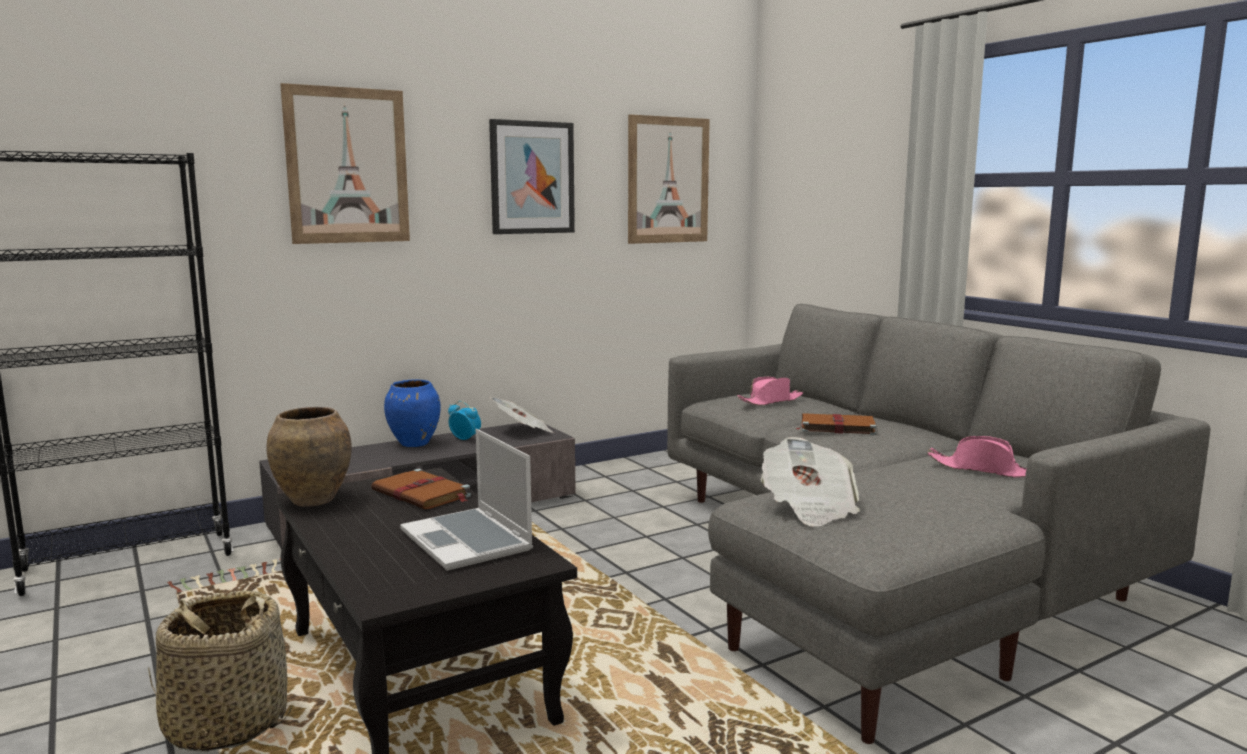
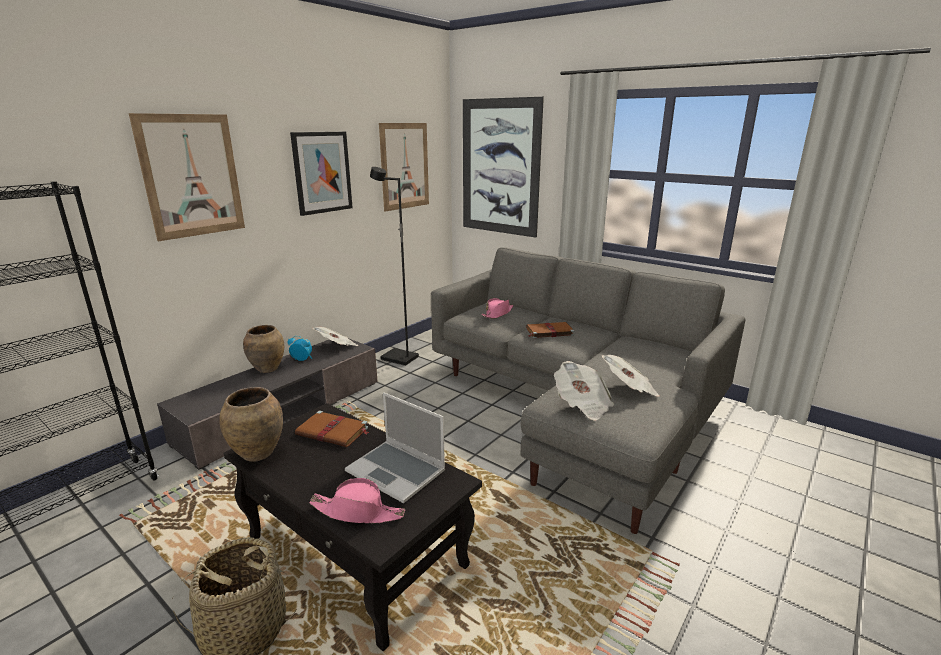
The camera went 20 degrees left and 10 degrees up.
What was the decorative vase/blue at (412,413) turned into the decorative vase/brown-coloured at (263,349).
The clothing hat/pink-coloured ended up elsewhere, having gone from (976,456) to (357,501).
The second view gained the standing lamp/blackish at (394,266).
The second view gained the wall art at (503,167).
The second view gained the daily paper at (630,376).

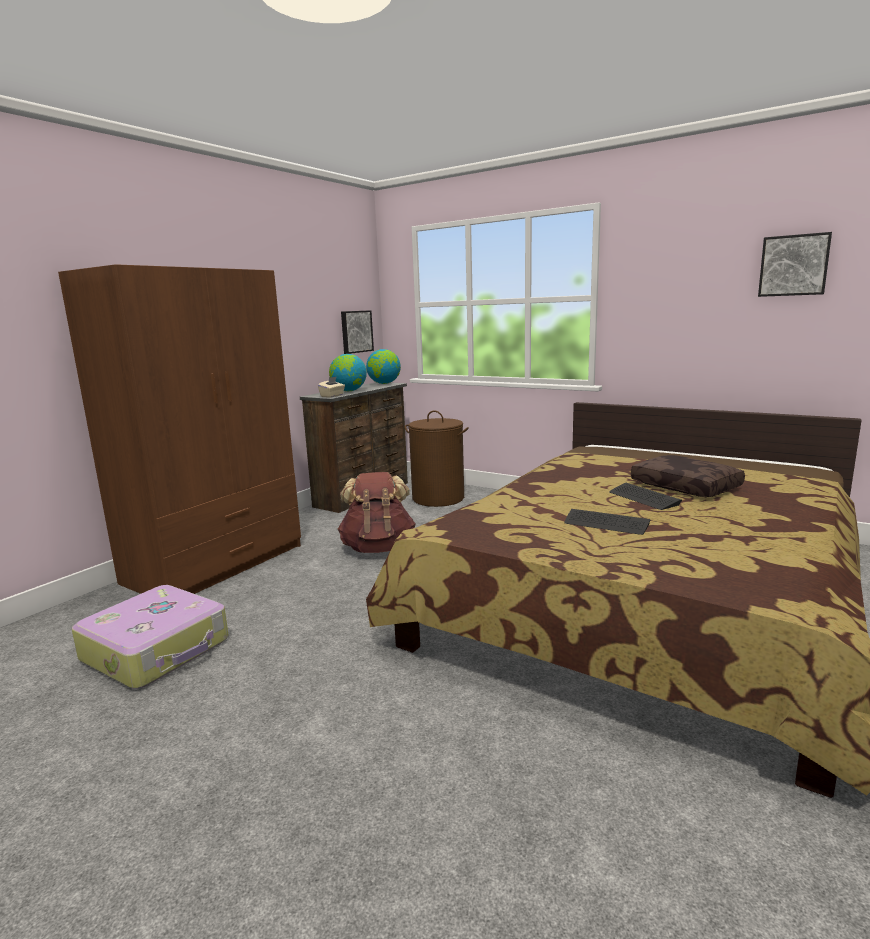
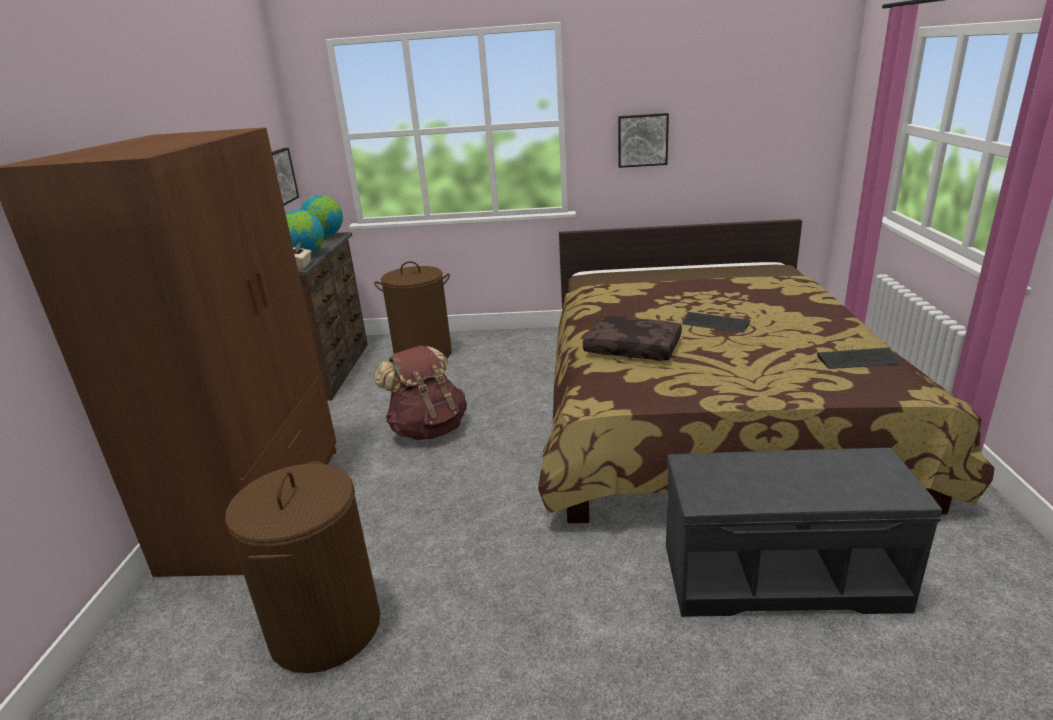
The camera went 30 degrees left and 10 degrees up.
Where the suitcase stood at (150,637), the washing basket/brown-coloured came to stand at (302,567).
The computer keyboard ended up elsewhere, having gone from (607,522) to (859,358).
The cushion/brown-coloured ended up elsewhere, having gone from (688,476) to (632,338).
The wall art ended up elsewhere, having gone from (795,264) to (643,140).
The second view gained the long seat/grey at (804,532).

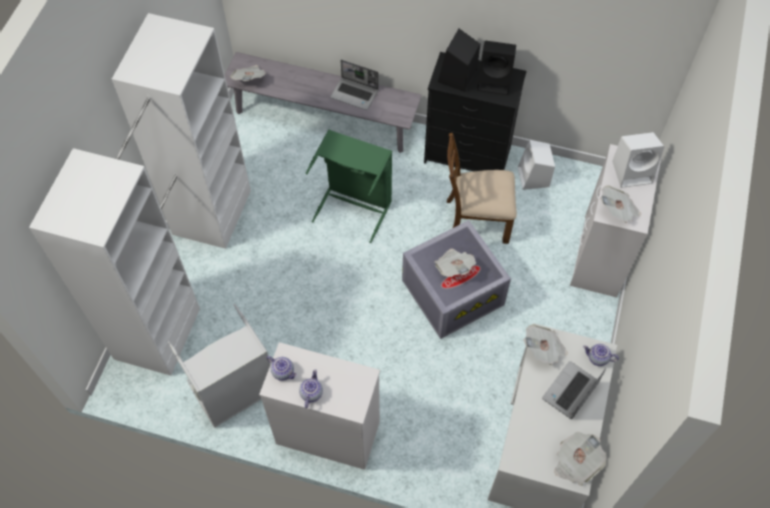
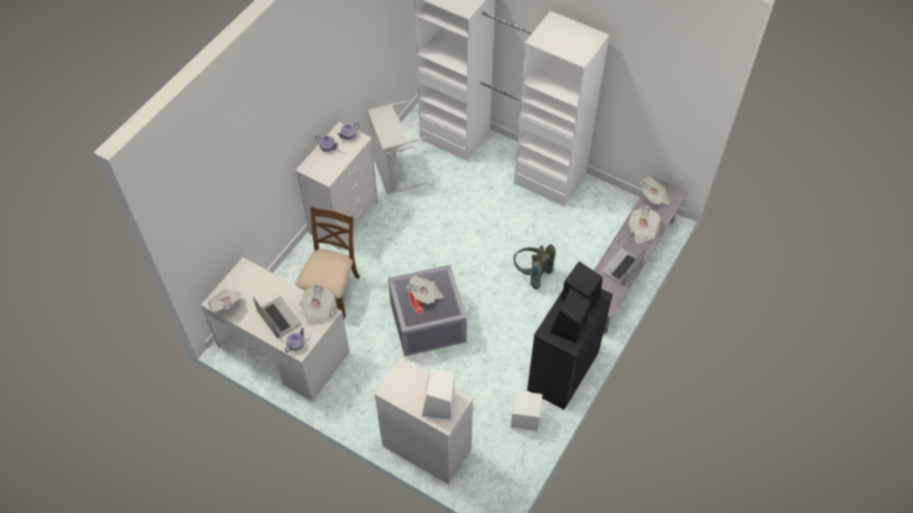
The camera went 105 degrees right and 5 degrees down.
Where the washing basket/green-coloured stood at (348,186), the knapsack/grey came to stand at (535,266).
The chair/brown-coloured ended up elsewhere, having gone from (482,188) to (327,263).
The daily paper ended up elsewhere, having gone from (620,204) to (644,224).

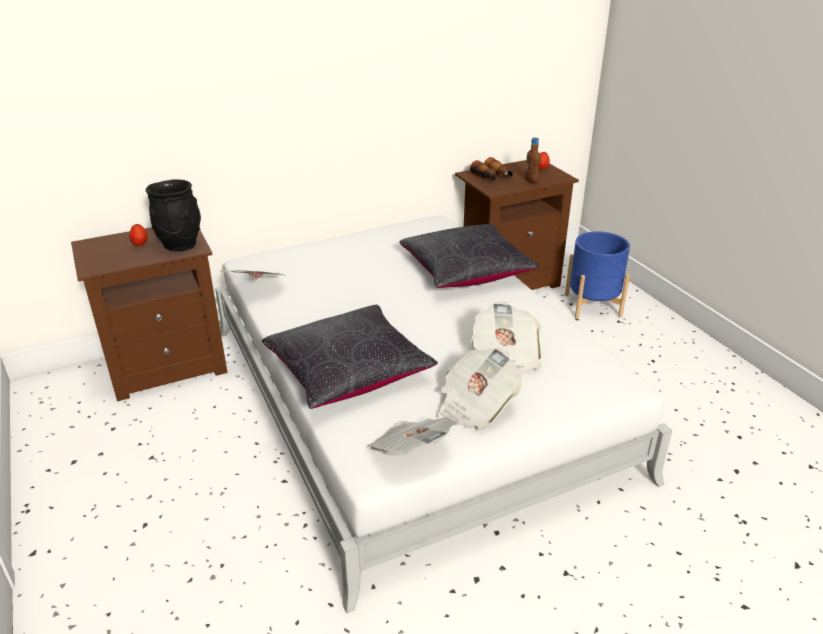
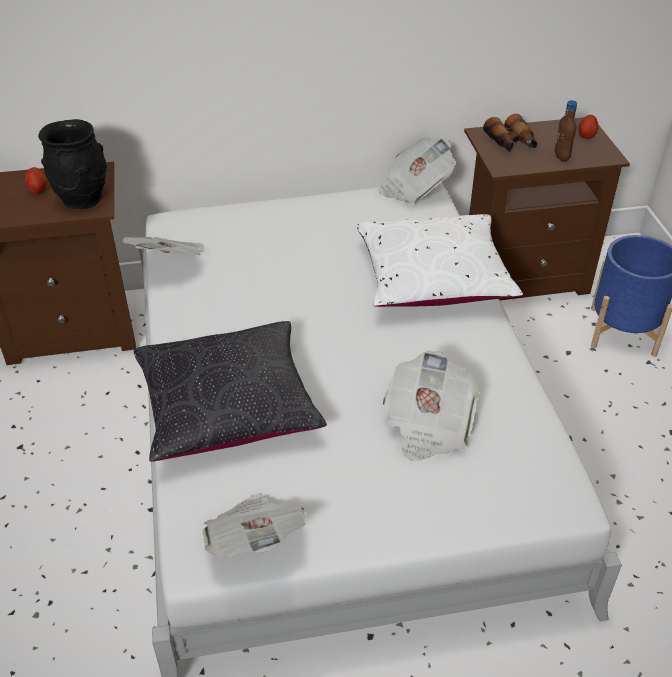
The camera went 15 degrees right and 10 degrees up.
What was the cushion/blackish at (469,256) turned into the cushion/white-coloured at (440,260).
The daily paper ended up elsewhere, having gone from (479,389) to (416,171).

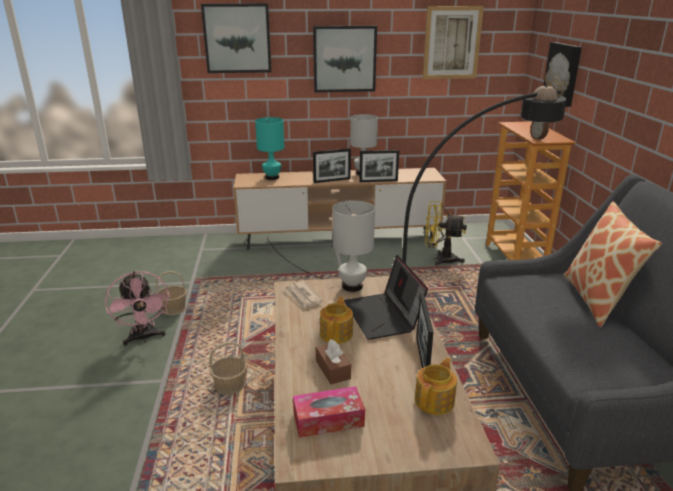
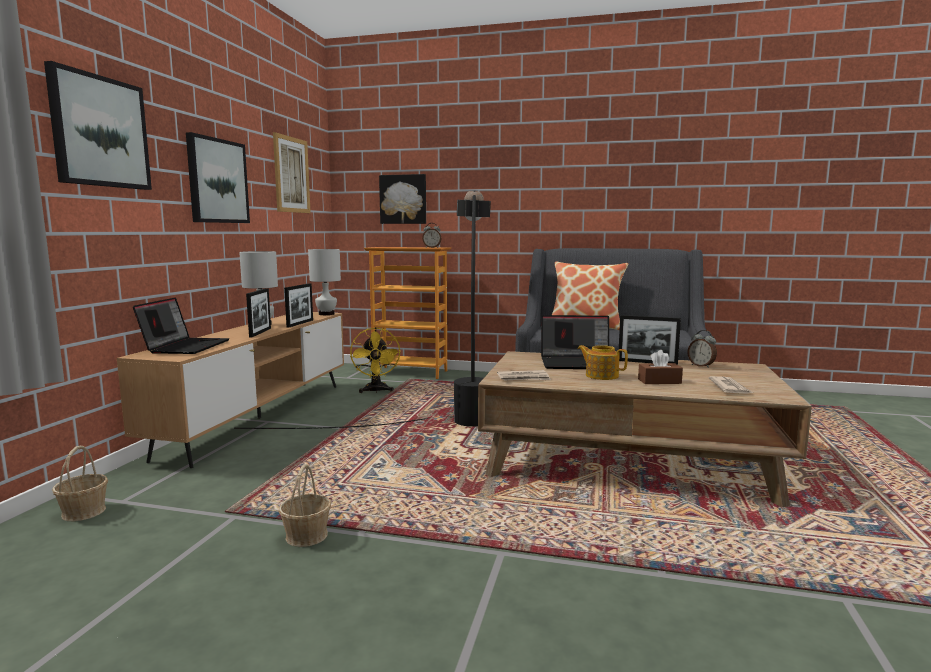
The camera went 70 degrees left and 15 degrees down.
The second view lost the cooling fan/pink-coloured at (137,308).
The basket ended up elsewhere, having gone from (228,368) to (80,483).
Where the tabletop lamp/turquoise stood at (270,148), the notebook computer came to stand at (181,326).
Where the box of tissues stood at (329,412), the daily paper came to stand at (730,385).
The tabletop lamp/white-coloured ended up elsewhere, having gone from (354,246) to (324,282).
Where the tea pot stood at (436,386), the table clock came to stand at (702,349).
The cooling fan/yellow at (446,233) ended up facing another way, 45 degrees counterclockwise from before.

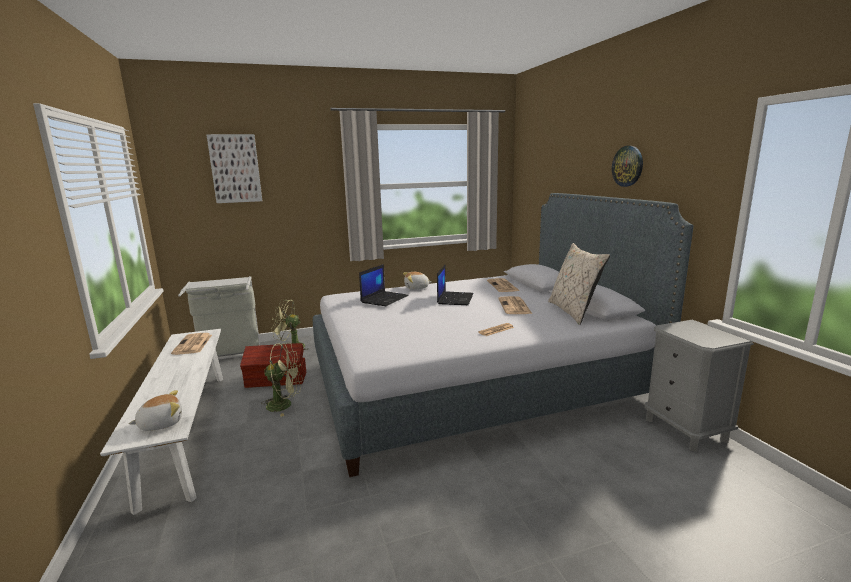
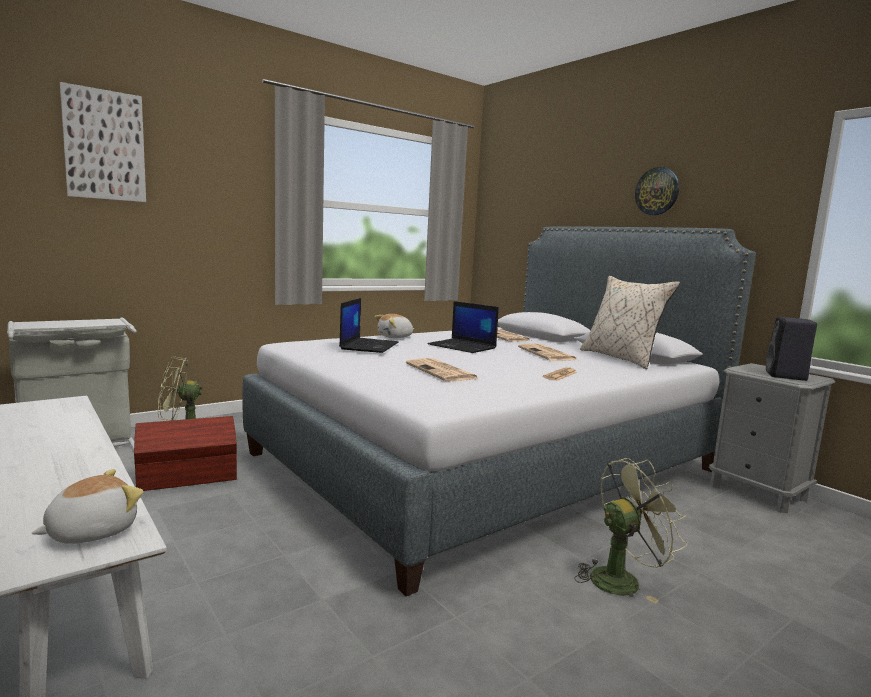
The camera went 20 degrees left and 5 degrees down.
The daily paper ended up elsewhere, having gone from (191,344) to (442,370).
The cooling fan/green-coloured ended up elsewhere, having gone from (282,380) to (630,531).
The notebook computer at (455,285) ended up facing another way, 135 degrees clockwise from before.
The second view gained the loudspeaker/blackish at (791,349).

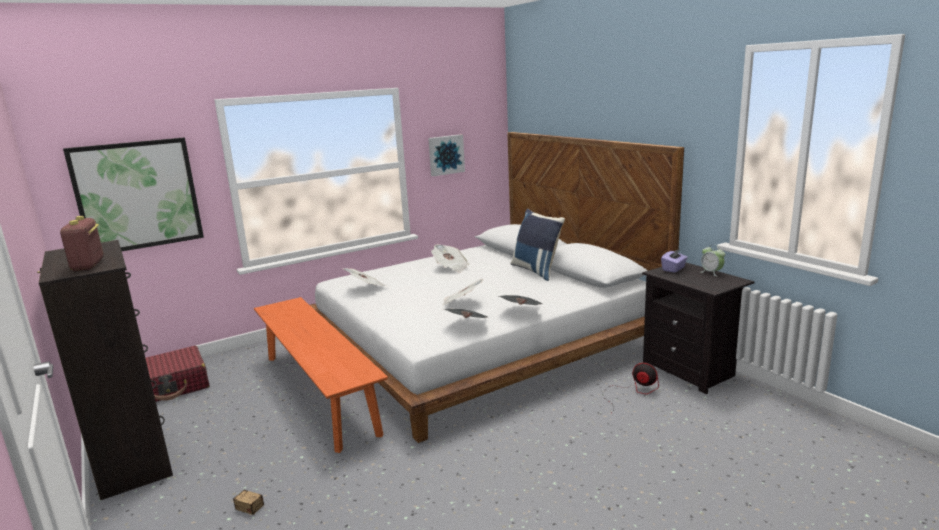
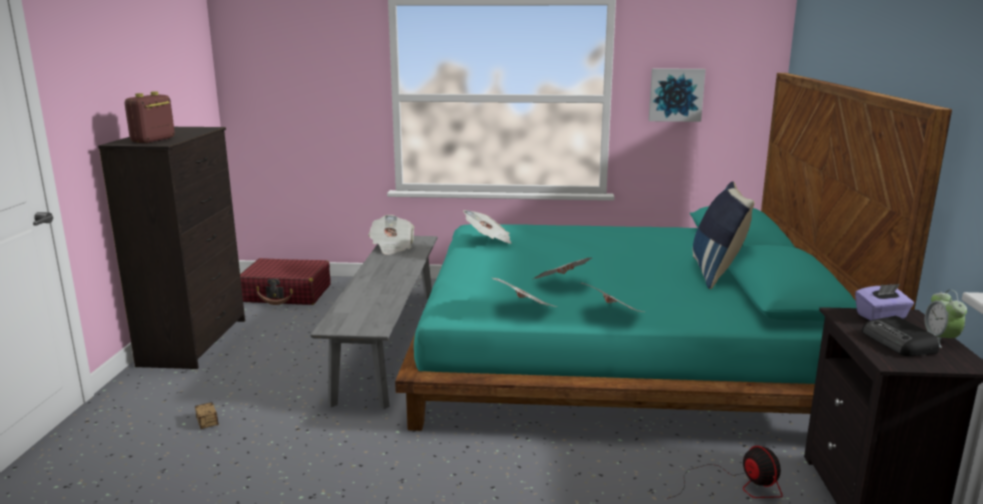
The camera went 35 degrees right and 0 degrees up.
The second view lost the wall art at (133,194).
What was the long seat/orangey at (321,375) turned into the long seat/grey at (374,322).
What was the sleeping bed/white-coloured at (497,287) turned into the sleeping bed/turquoise at (673,252).
The daily paper ended up elsewhere, having gone from (450,258) to (391,235).
The second view gained the radio receiver at (900,336).

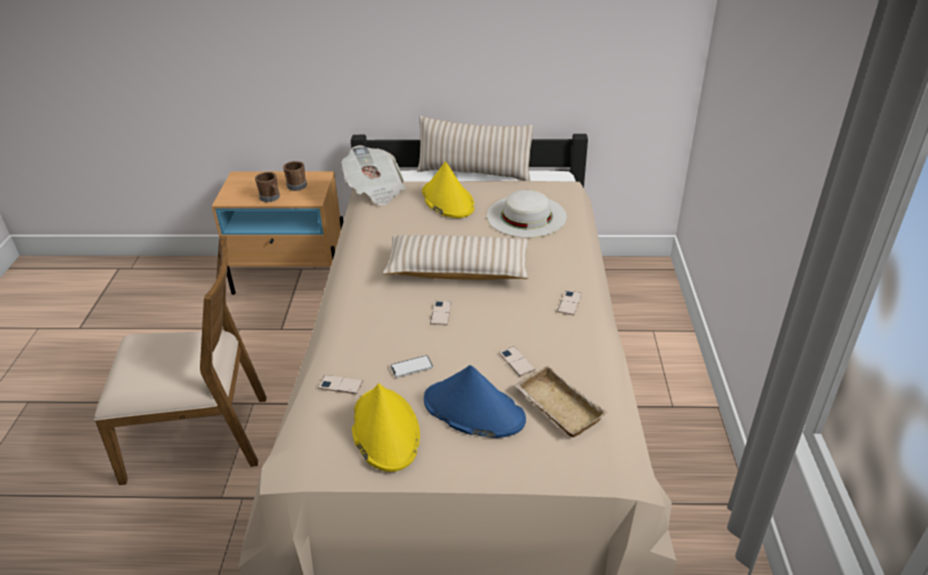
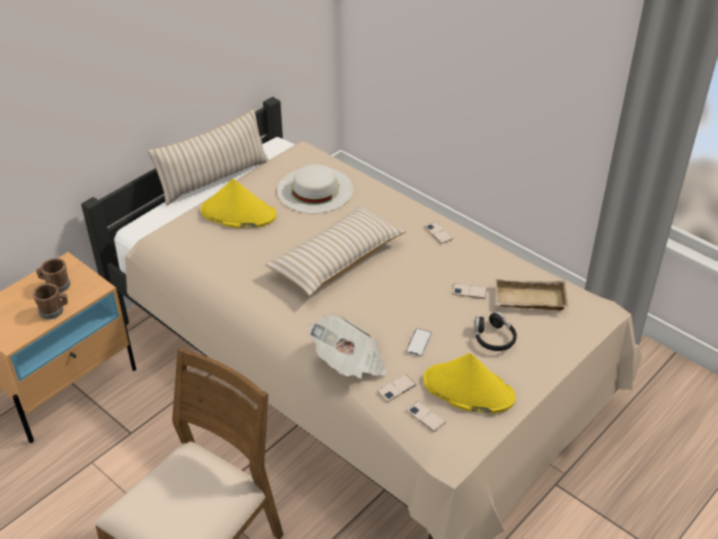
The camera went 50 degrees left and 5 degrees up.
The daily paper ended up elsewhere, having gone from (374,175) to (347,346).
Where the clothing hat/blue stood at (475,401), the headset/blackish came to stand at (495,331).
The handset ended up elsewhere, having gone from (441,313) to (426,416).

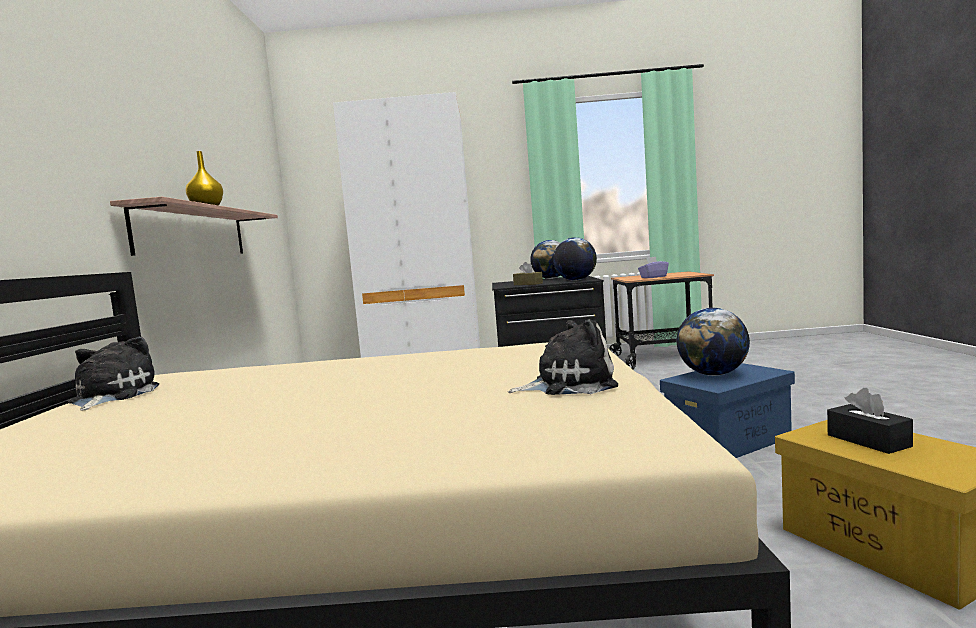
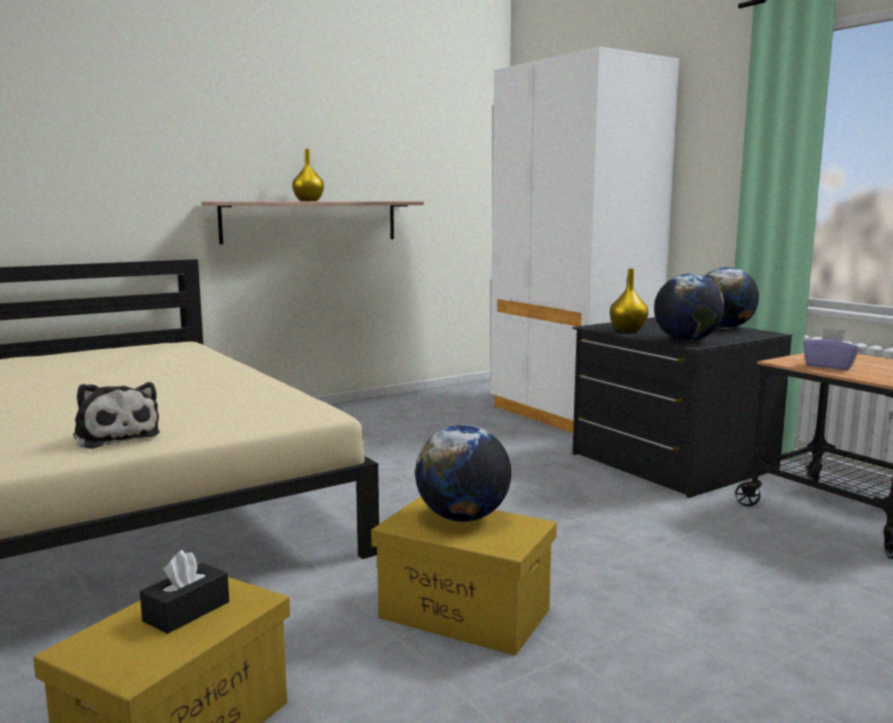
The camera went 55 degrees right and 5 degrees up.
The second view lost the cuddly toy at (113,374).
Where the box of tissues/brown-coloured stood at (528,273), the decorative vase/yellow came to stand at (629,300).
What was the storage box/blue at (727,410) turned into the storage box/yellow at (464,576).

